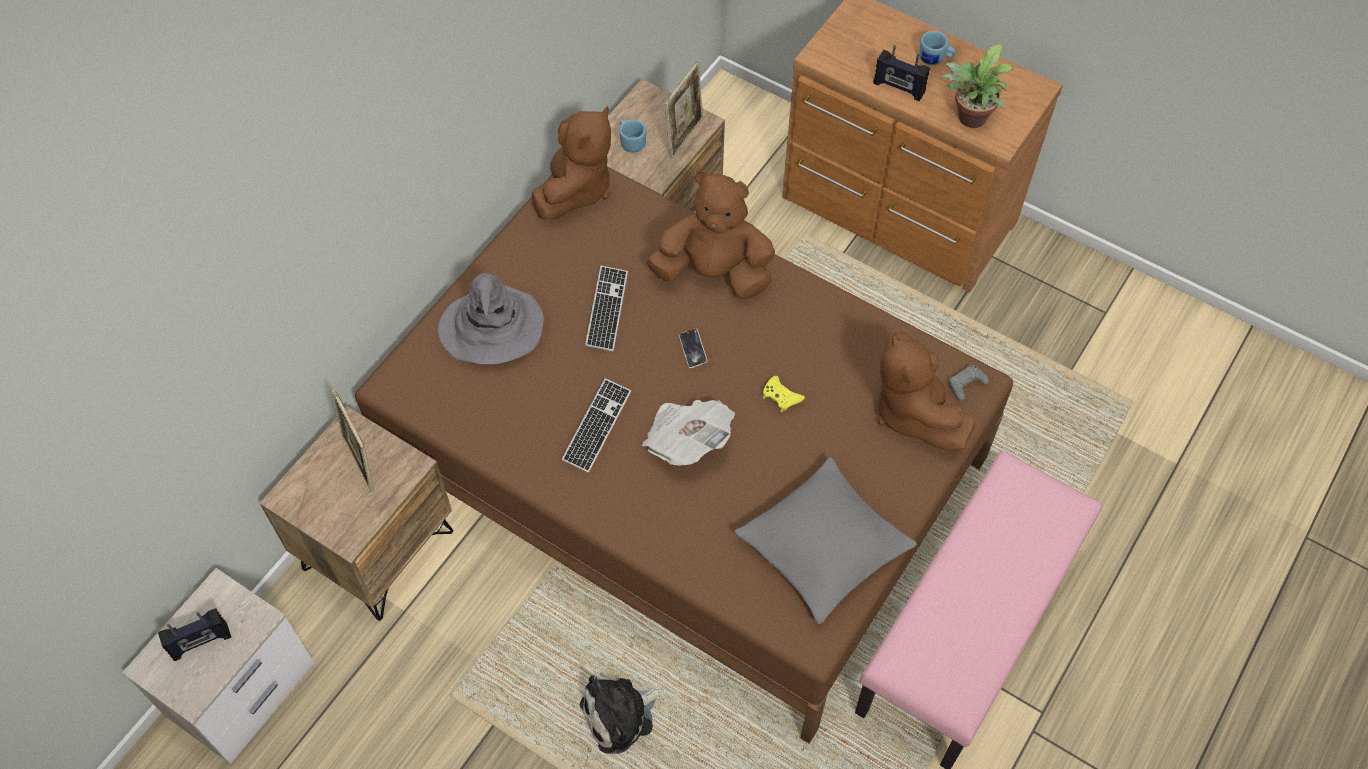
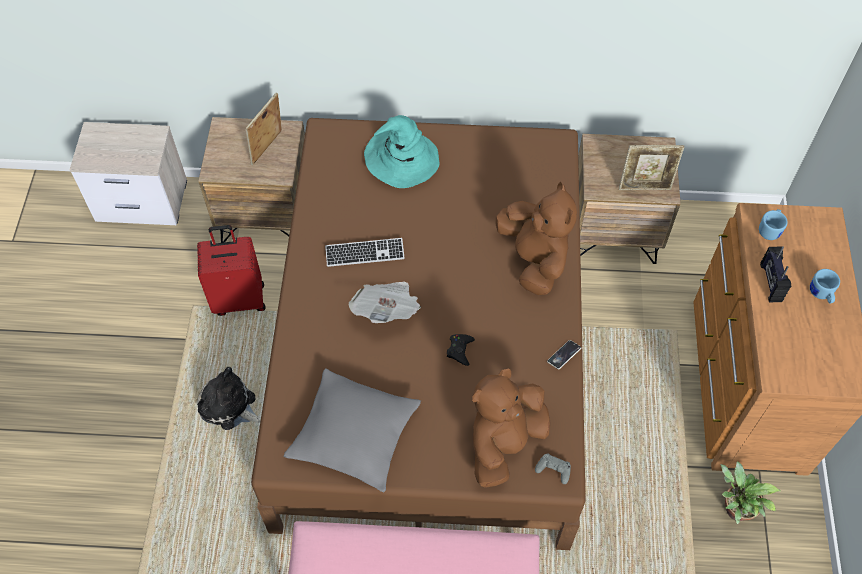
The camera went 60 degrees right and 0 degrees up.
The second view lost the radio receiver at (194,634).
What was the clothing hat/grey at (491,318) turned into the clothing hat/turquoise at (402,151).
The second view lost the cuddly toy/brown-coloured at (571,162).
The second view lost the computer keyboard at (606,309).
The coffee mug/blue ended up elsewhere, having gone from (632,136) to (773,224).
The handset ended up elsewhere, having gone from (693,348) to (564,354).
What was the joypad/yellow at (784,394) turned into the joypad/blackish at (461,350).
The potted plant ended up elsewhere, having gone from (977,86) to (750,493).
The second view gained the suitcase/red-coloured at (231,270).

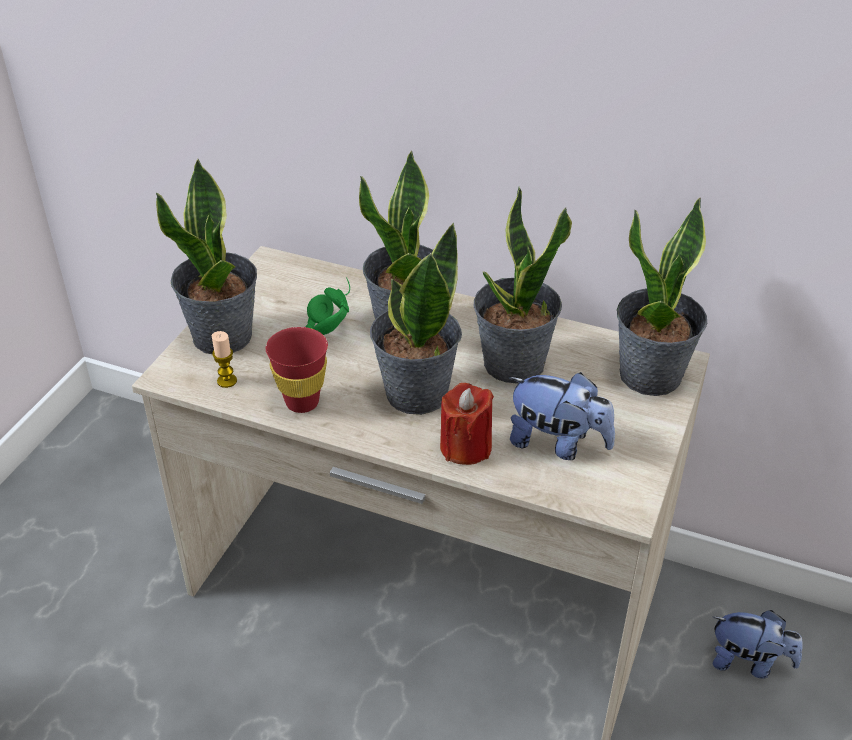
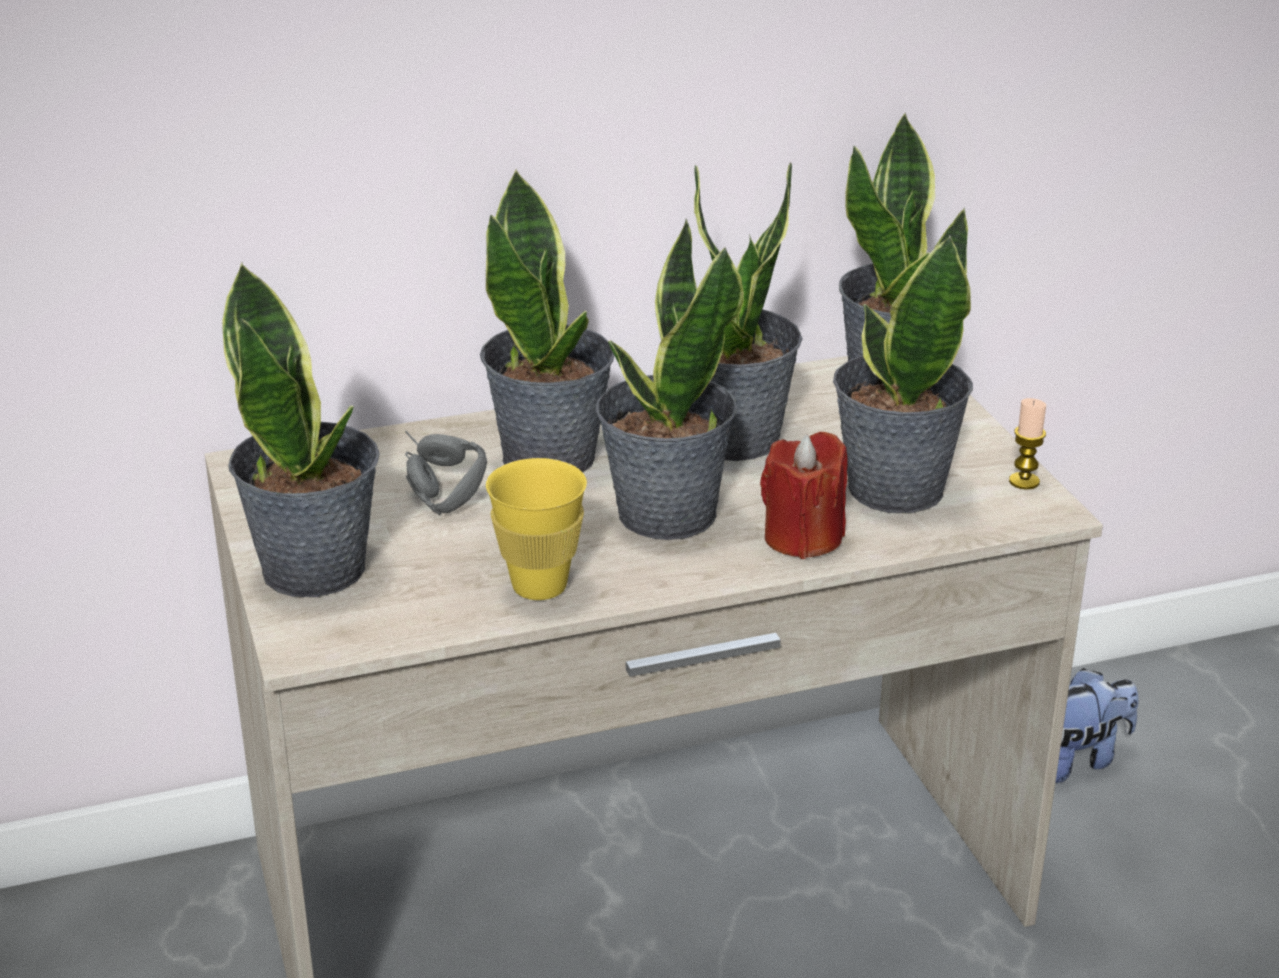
The camera went 40 degrees left and 10 degrees down.
The candle ended up elsewhere, having gone from (224,359) to (1027,444).
What was the drinking cup/red-coloured at (297,370) turned into the drinking cup/yellow at (536,529).
What was the headset/green-coloured at (328,306) turned into the headset/grey at (446,473).
Where the cuddly toy stood at (562,416), the potted plant came to stand at (903,360).

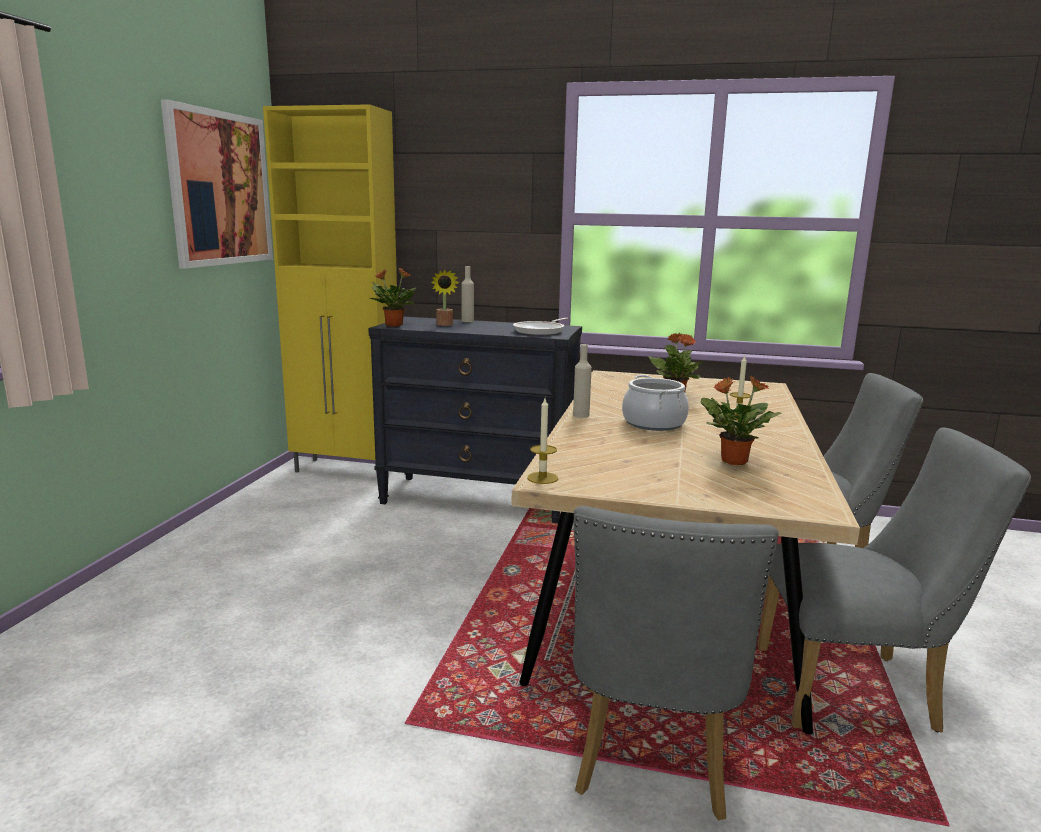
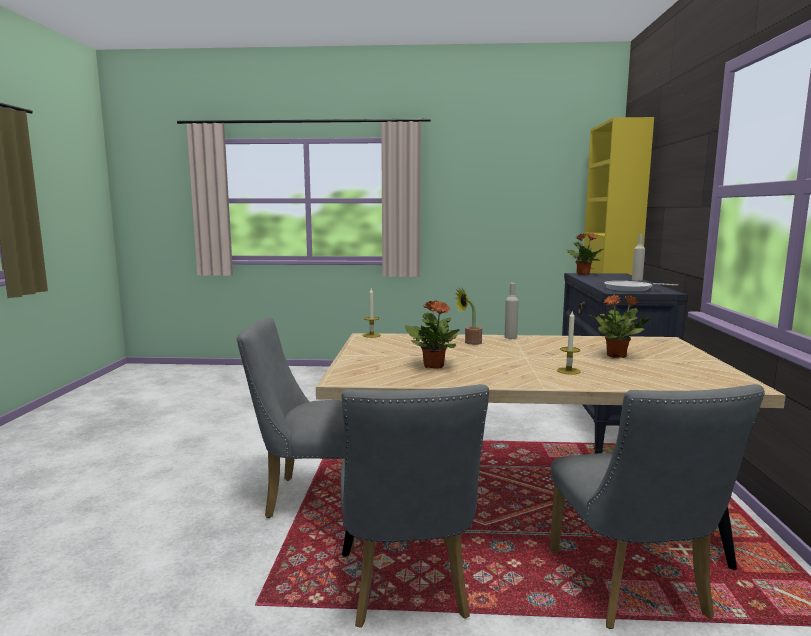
The camera went 80 degrees right and 5 degrees down.
The second view lost the wall art at (217,184).
The potted plant ended up elsewhere, having gone from (445,297) to (468,317).
The second view lost the cooking pot at (655,403).

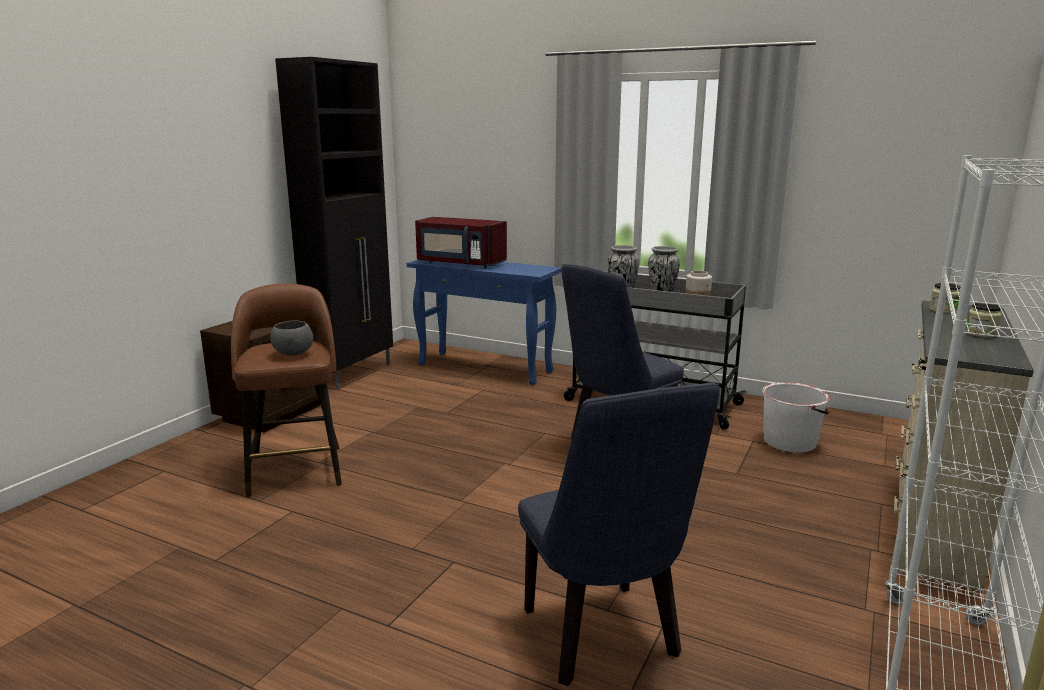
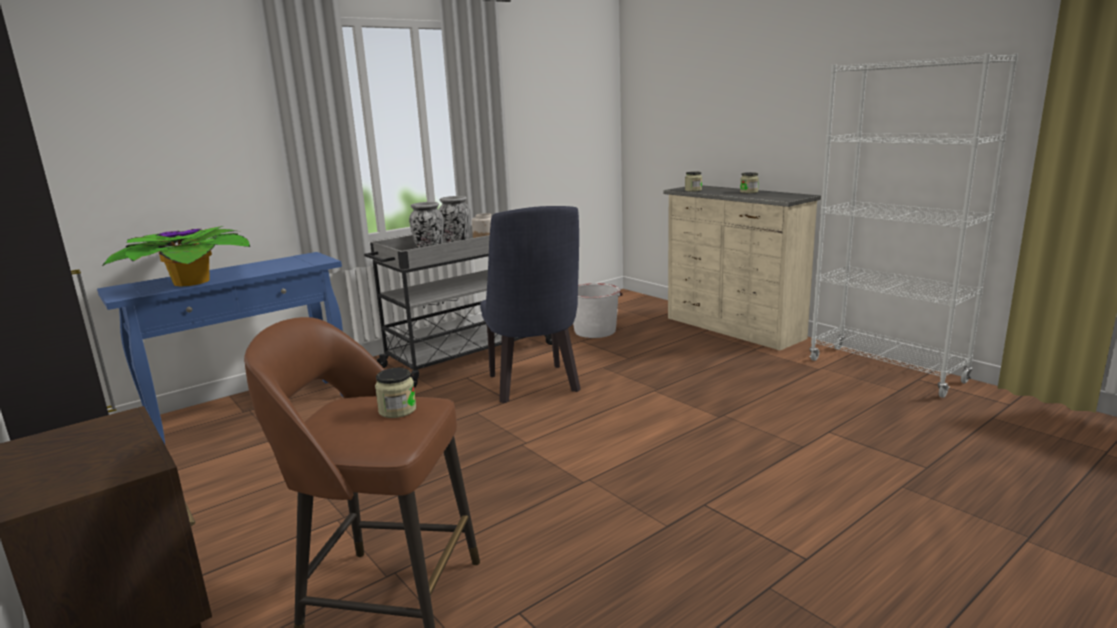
The camera went 65 degrees left and 0 degrees up.
Where the serving bowl/grey stood at (292,338), the preserve jar came to stand at (395,393).
Where the kitchen microwave/red-coloured stood at (461,242), the potted plant came to stand at (175,256).
The second view lost the chair/blue at (619,534).

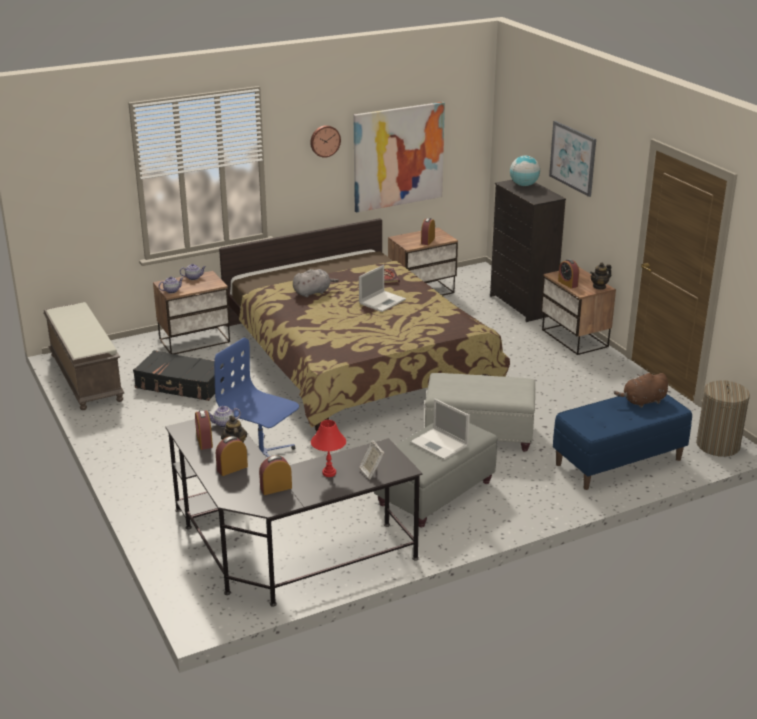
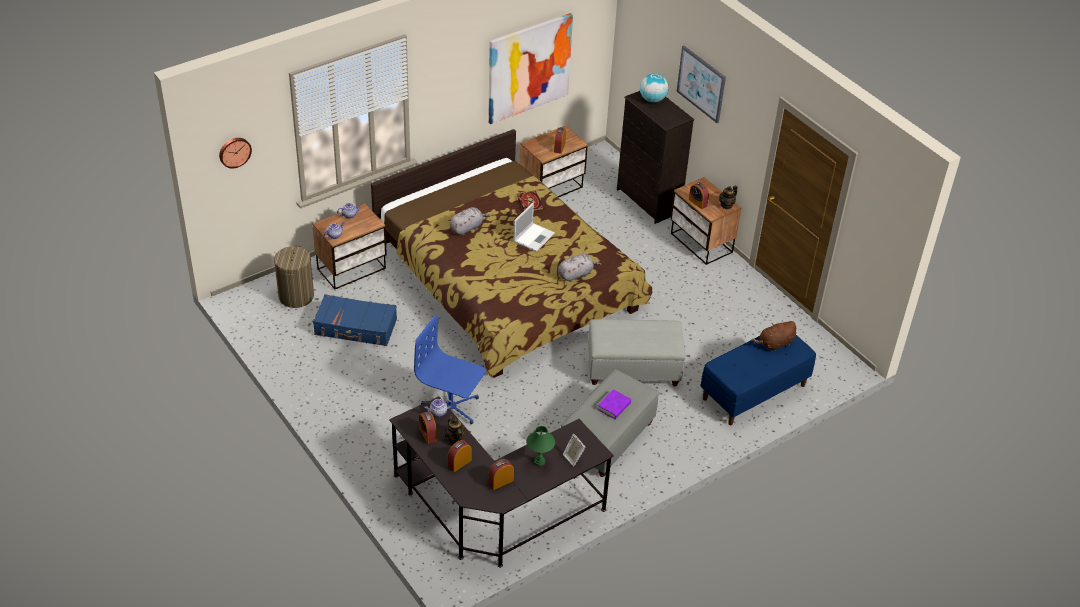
The camera went 10 degrees left and 15 degrees up.
The second view lost the long seat/brown-coloured at (83,356).
What was the suitcase/blackish at (178,375) turned into the suitcase/blue at (355,320).
The clock on the wall ended up elsewhere, having gone from (325,141) to (235,153).
What was the tabletop lamp/red-coloured at (328,448) turned into the tabletop lamp/green-coloured at (540,446).
Where the notebook computer stood at (440,429), the bound book/purple came to stand at (614,404).
The washing basket ended up elsewhere, having gone from (723,418) to (294,276).
The second view gained the cuddly toy/grey at (580,268).

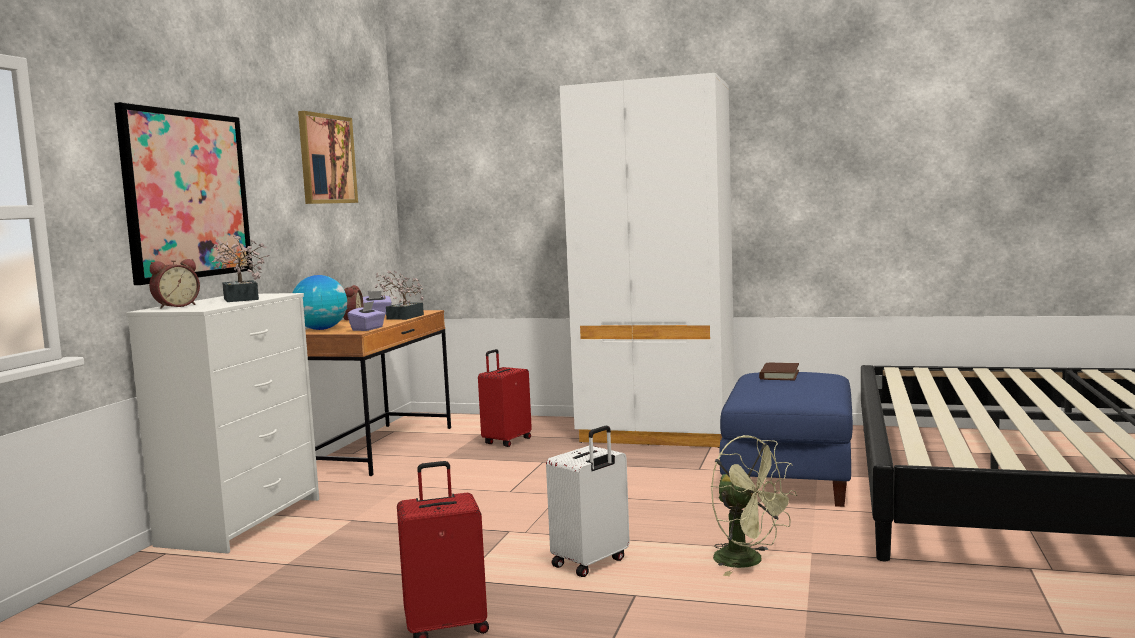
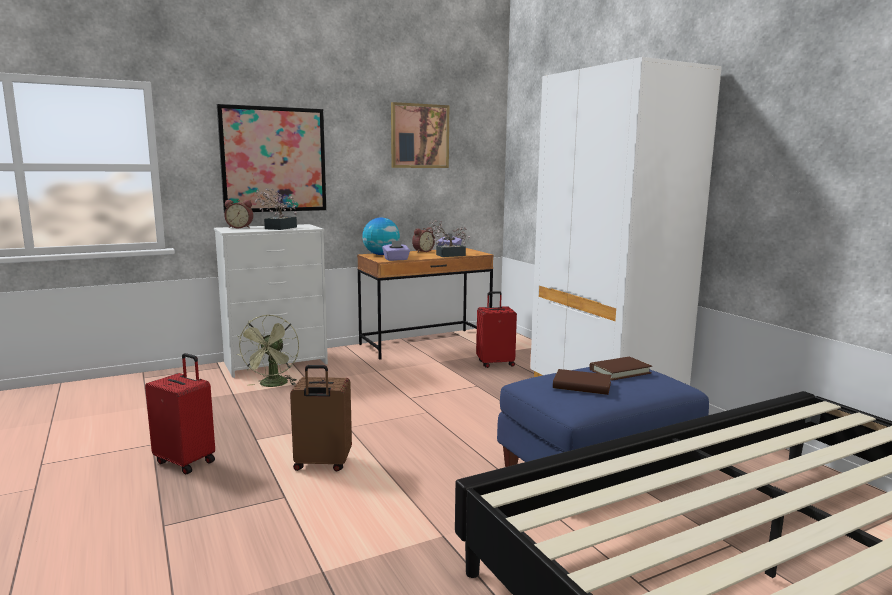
The camera went 45 degrees right and 5 degrees up.
What was the suitcase/white-coloured at (588,501) turned into the suitcase/brown-coloured at (321,418).
The cooling fan/green-coloured ended up elsewhere, having gone from (754,505) to (268,350).
The second view gained the bound book/brown-coloured at (582,382).

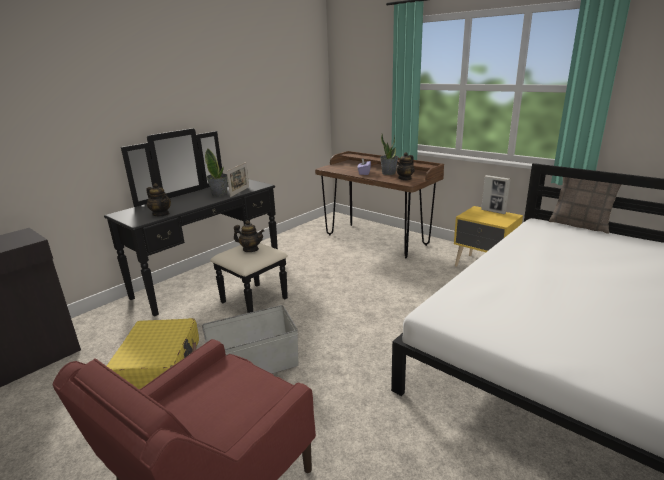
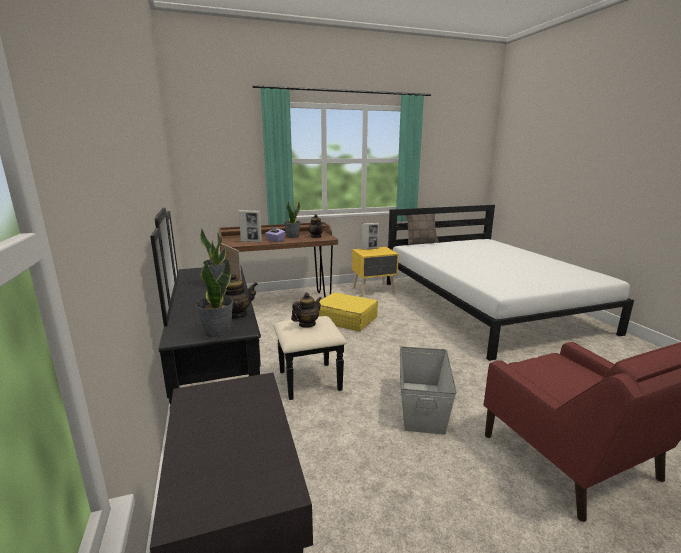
The camera went 60 degrees left and 5 degrees down.
The suitcase/yellow ended up elsewhere, having gone from (153,353) to (348,311).
The second view gained the potted plant at (214,298).
The second view gained the picture frame at (250,226).

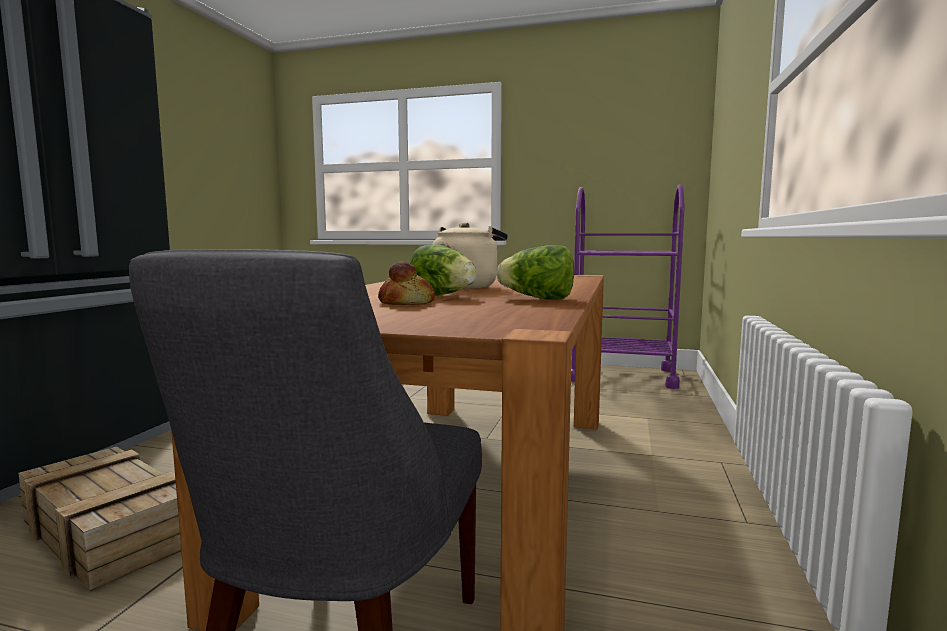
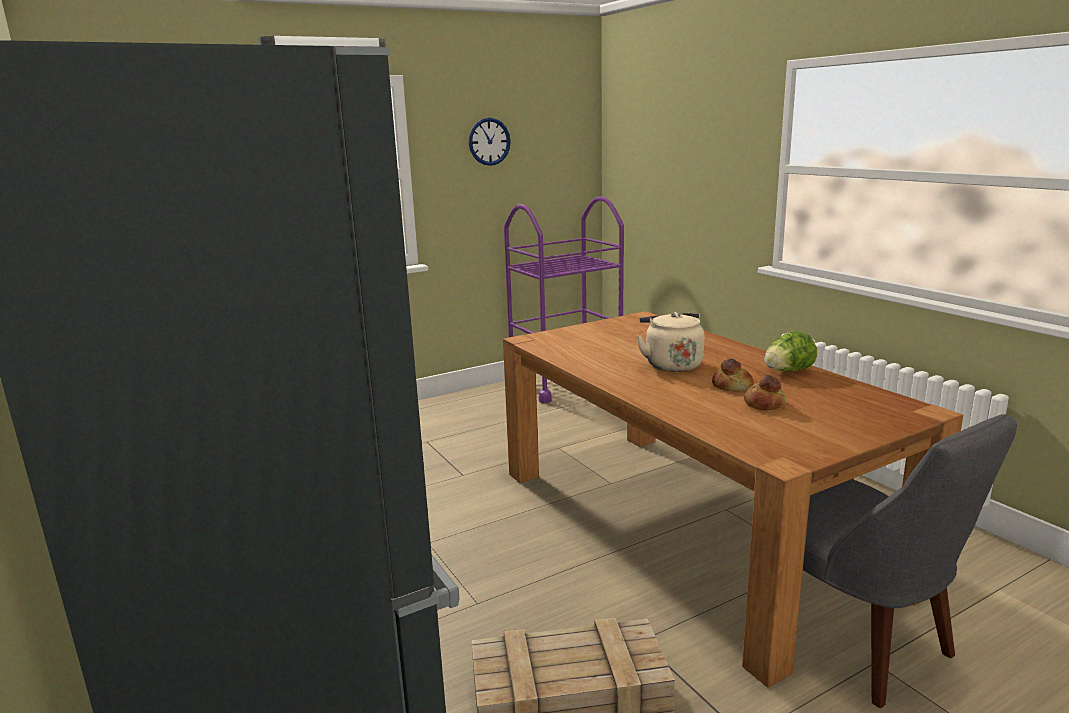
The camera went 45 degrees left and 10 degrees up.
Where the lettuce head stood at (443,270), the bread came to stand at (733,375).
The second view gained the clock on the wall at (490,142).

